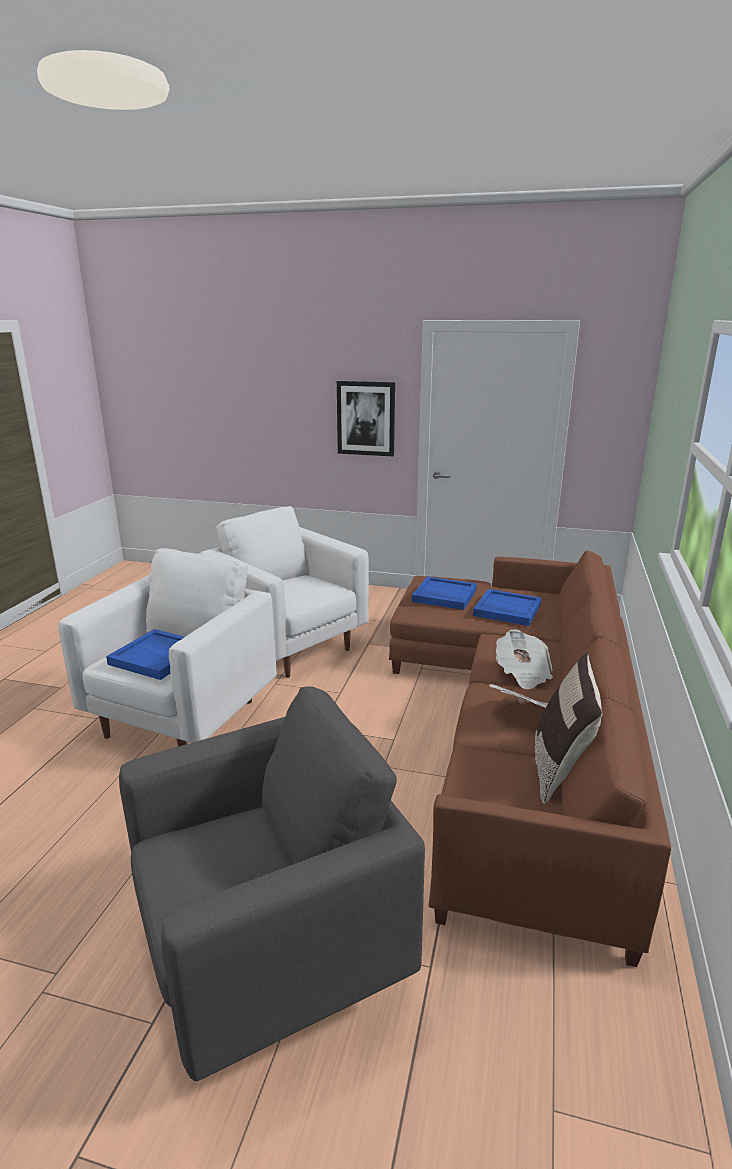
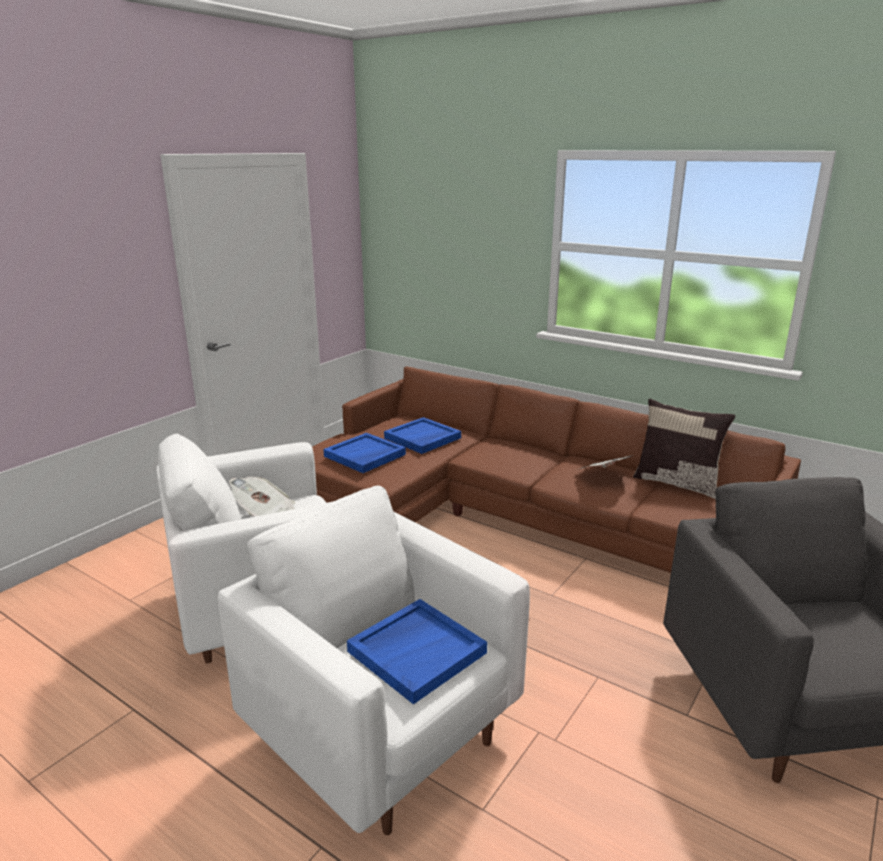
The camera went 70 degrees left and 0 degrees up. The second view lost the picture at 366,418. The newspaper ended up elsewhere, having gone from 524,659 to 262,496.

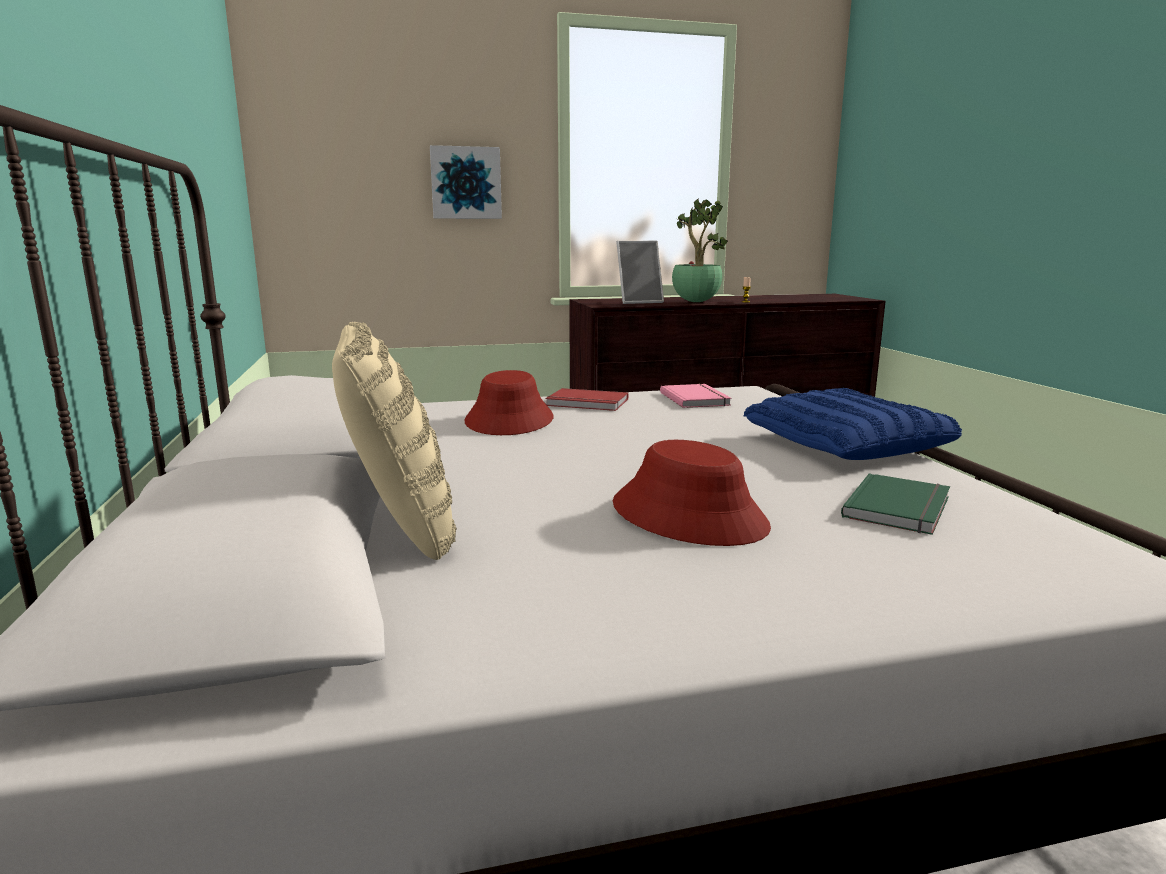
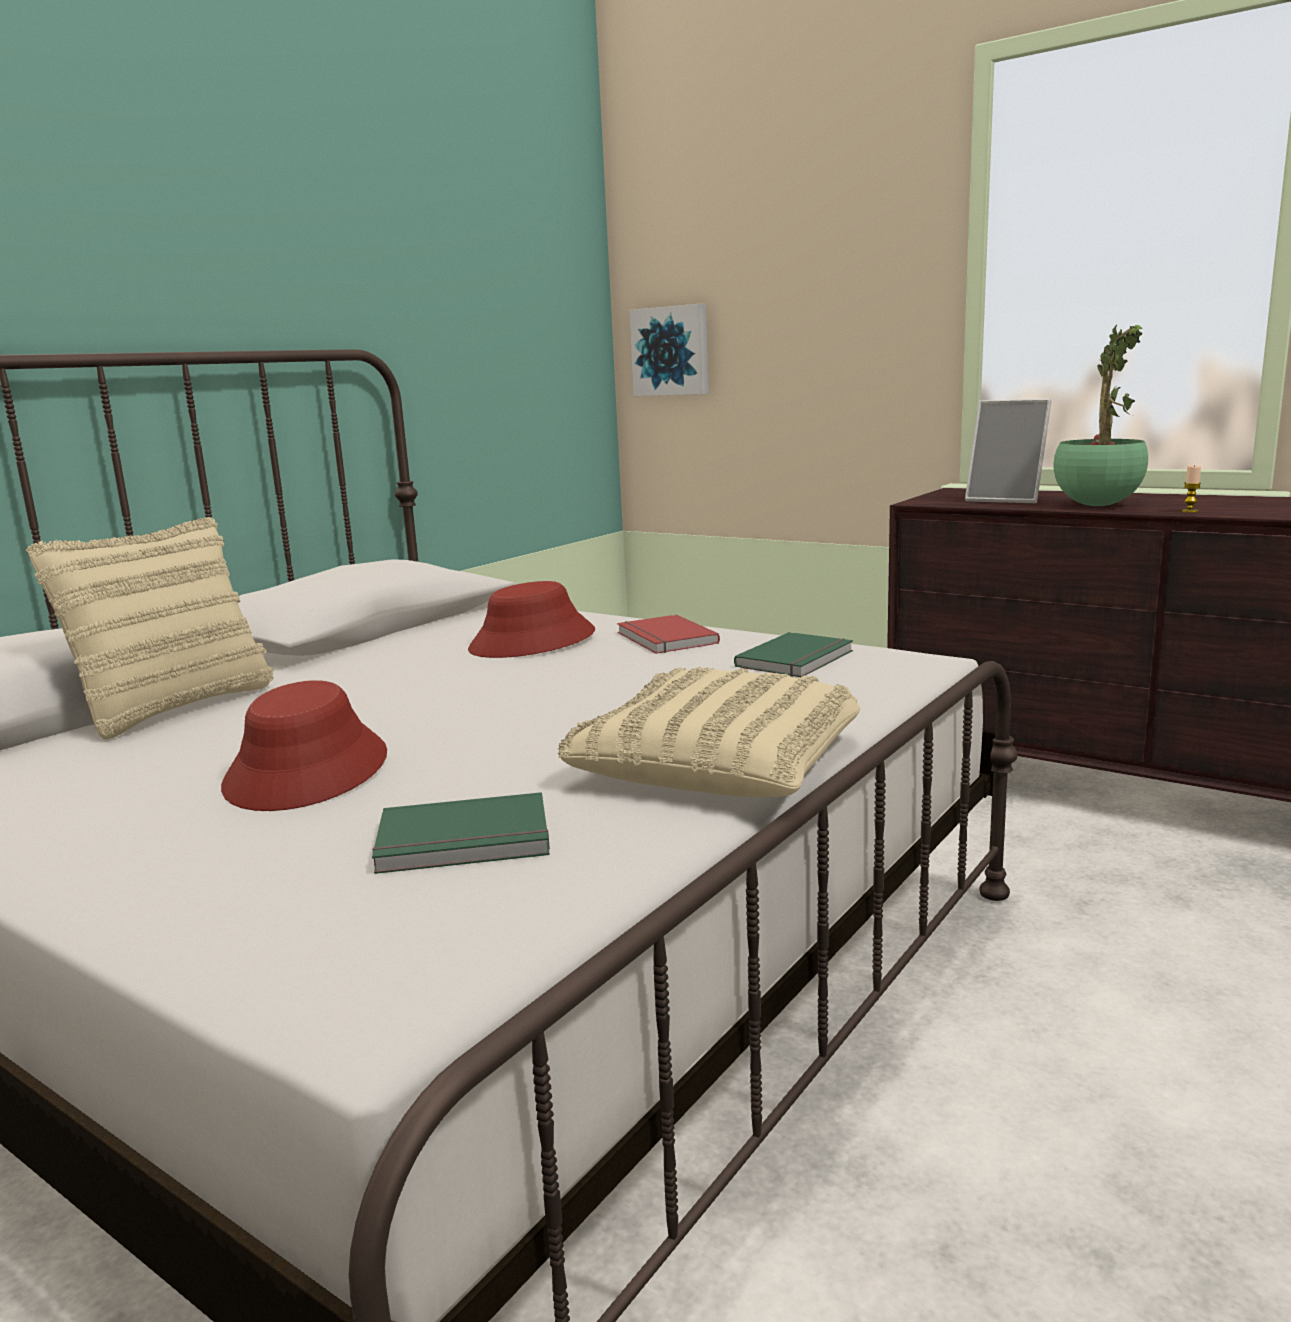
The camera went 50 degrees right and 0 degrees up. The picture ended up elsewhere, having gone from 466,182 to 669,350. What was the bound book/pink-coloured at 695,396 turned into the bound book/green at 793,654. What was the pillow/blue at 852,424 turned into the pillow/sand-coloured at 709,732.

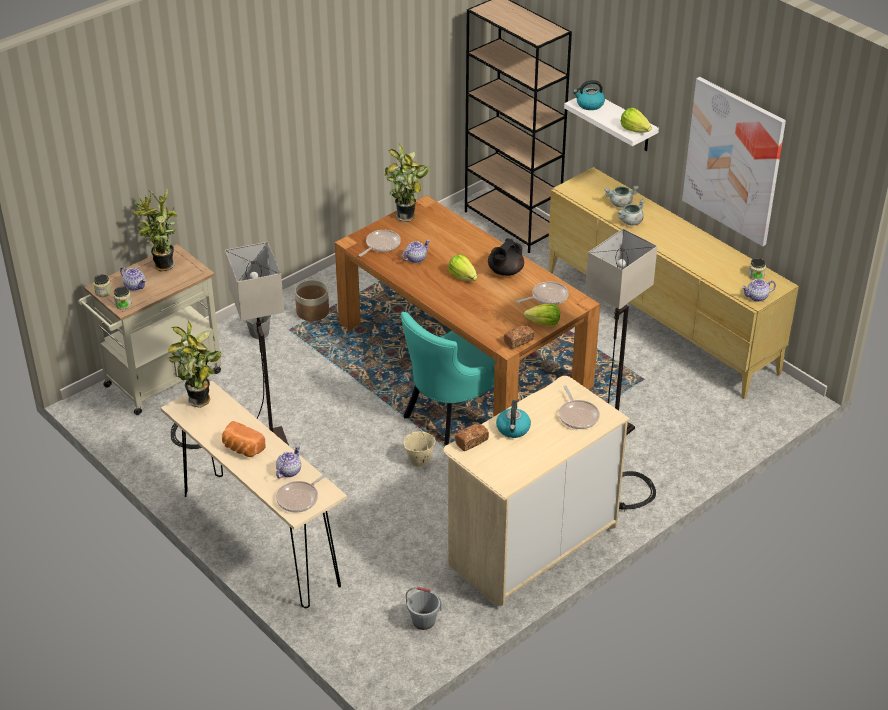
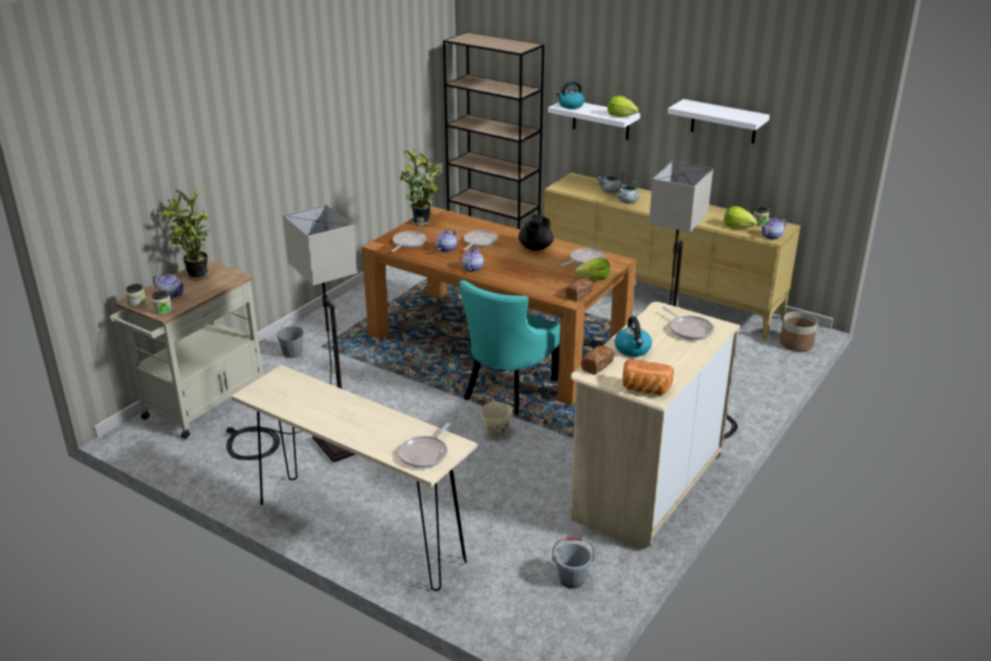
The camera went 15 degrees left and 10 degrees down. The second view lost the potted plant at 194,364. The second view gained the pan at 480,240. The bakery bread ended up elsewhere, having gone from 244,439 to 648,377. The tea pot ended up elsewhere, having gone from 288,462 to 473,259. The plant pot ended up elsewhere, having gone from 312,300 to 799,331. The lettuce head ended up elsewhere, having gone from 463,267 to 740,217. Where the picture hung at 734,161, the bracket shelf/white came to hang at 719,121.

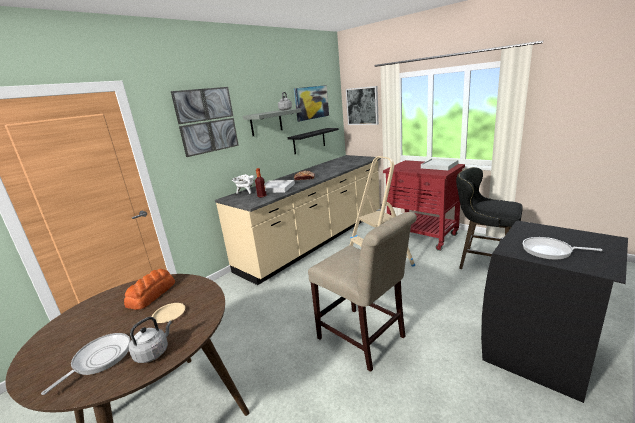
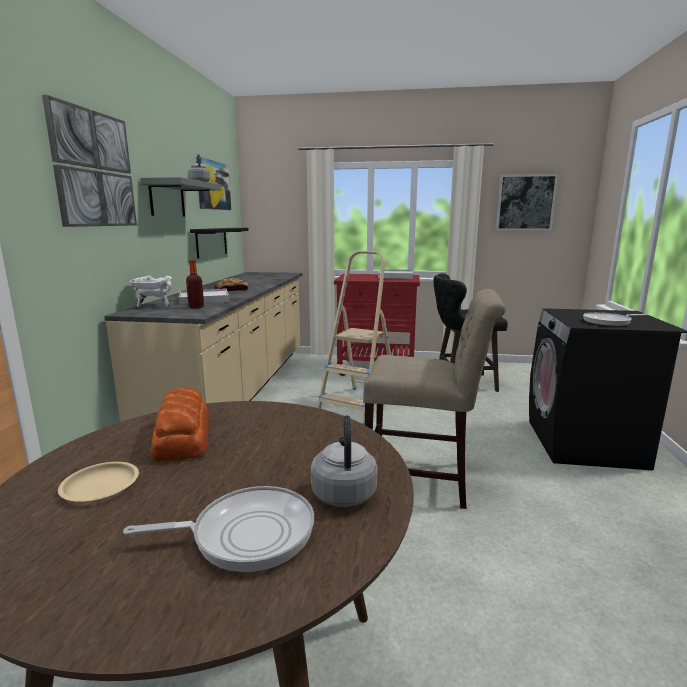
The camera went 35 degrees left and 5 degrees down. The flat dish/sand-coloured ended up elsewhere, having gone from 168,313 to 98,482. The picture ended up elsewhere, having gone from 362,105 to 527,202. The pan at 85,364 ended up facing another way, 90 degrees clockwise from before.

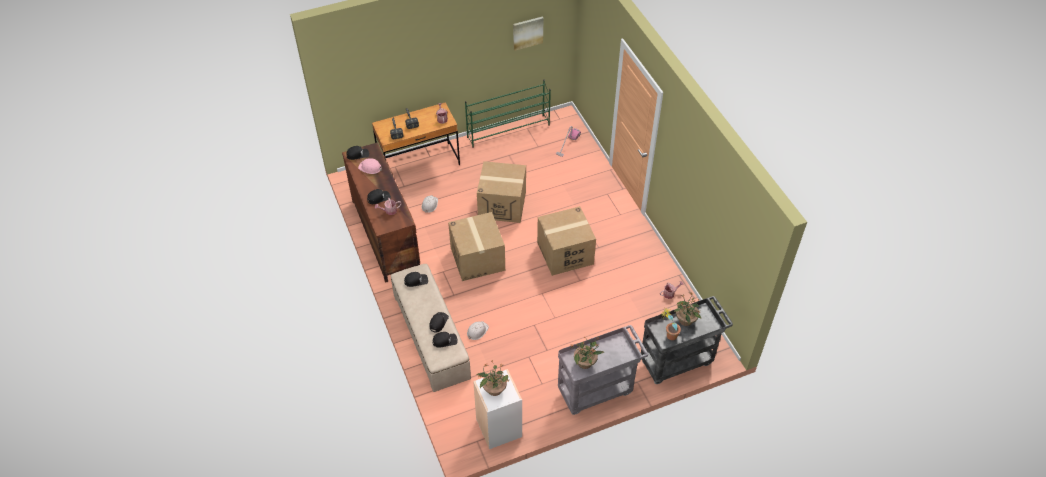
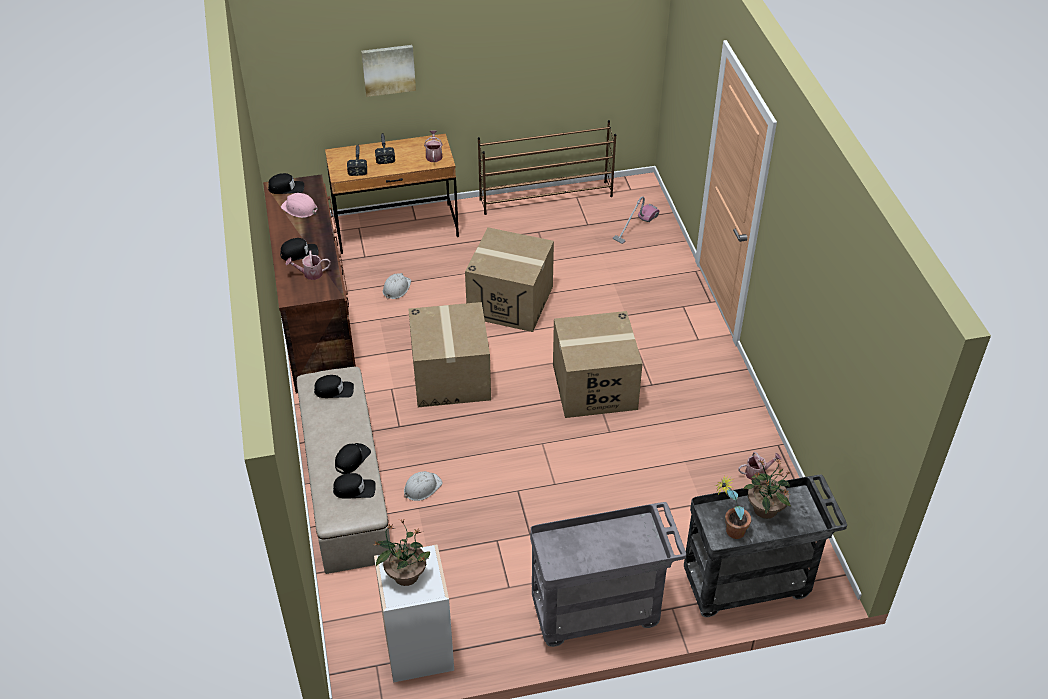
The camera went 10 degrees right and 5 degrees down. The second view lost the potted plant at 588,353. The picture ended up elsewhere, having gone from 528,34 to 388,71. What was the shoe rack/green at 508,114 turned into the shoe rack/brown at 547,167.

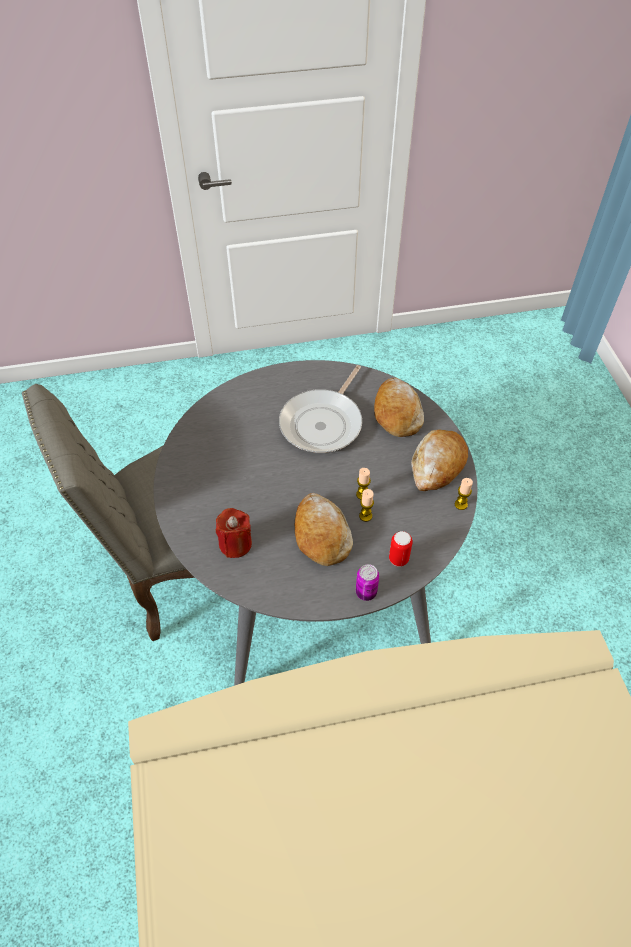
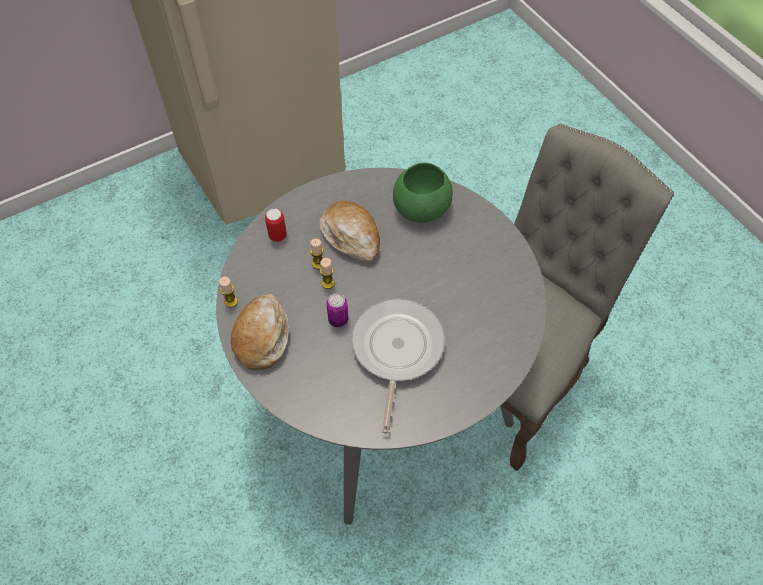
The camera went 160 degrees right and 5 degrees up. The second view lost the bakery bread at 399,407. The can ended up elsewhere, having gone from 367,582 to 337,310. Where the wax light/reddish stood at 234,533, the deep dish/green came to stand at 423,192.

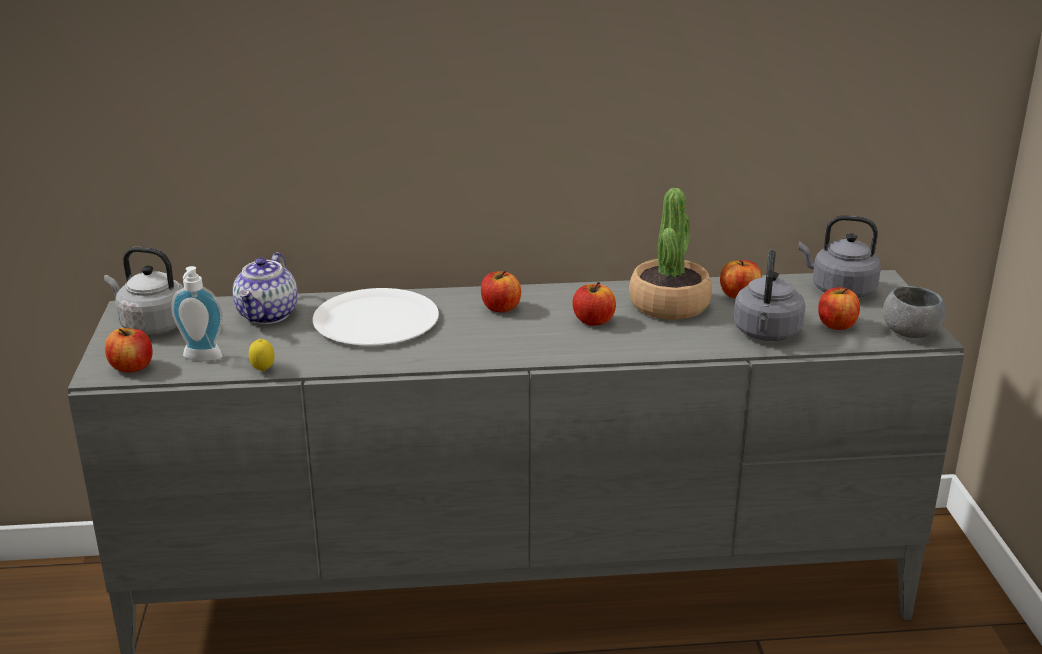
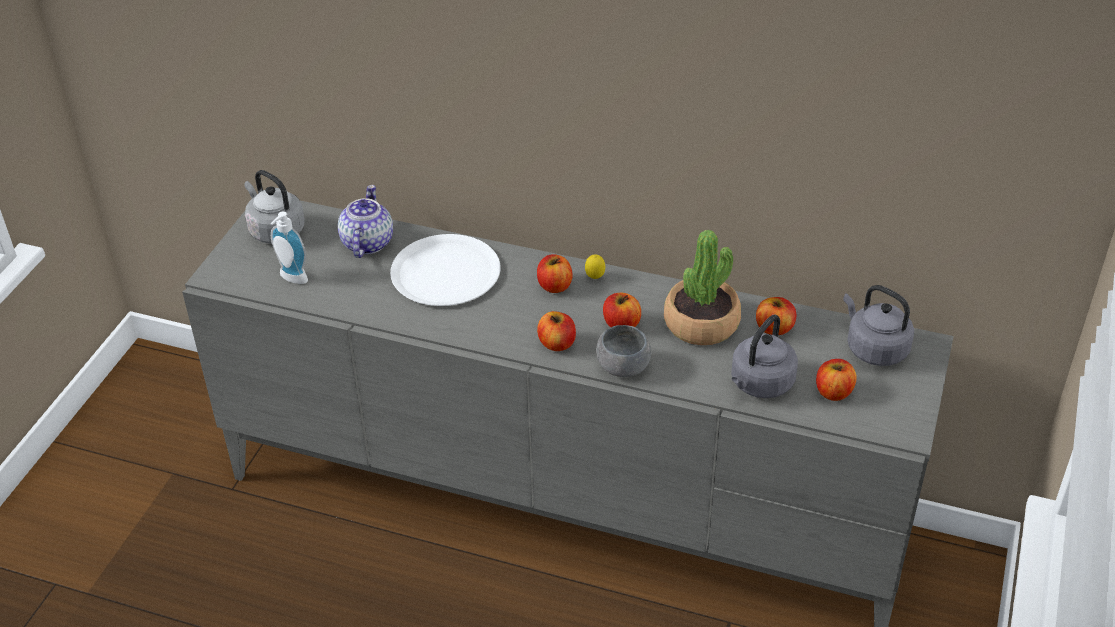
The camera went 25 degrees right and 15 degrees up. The apple ended up elsewhere, having gone from 129,350 to 556,331. The lemon ended up elsewhere, having gone from 262,355 to 595,266. The deep dish/grey ended up elsewhere, having gone from 914,312 to 623,351. The tea pot at 265,288 ended up facing another way, 150 degrees clockwise from before.

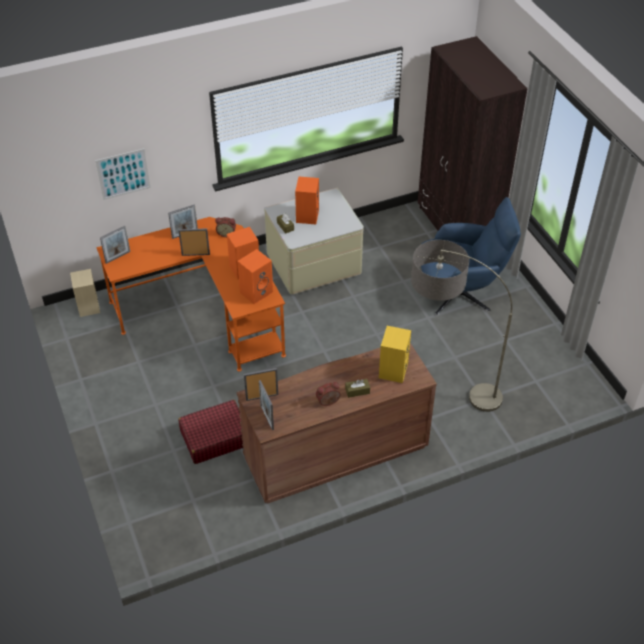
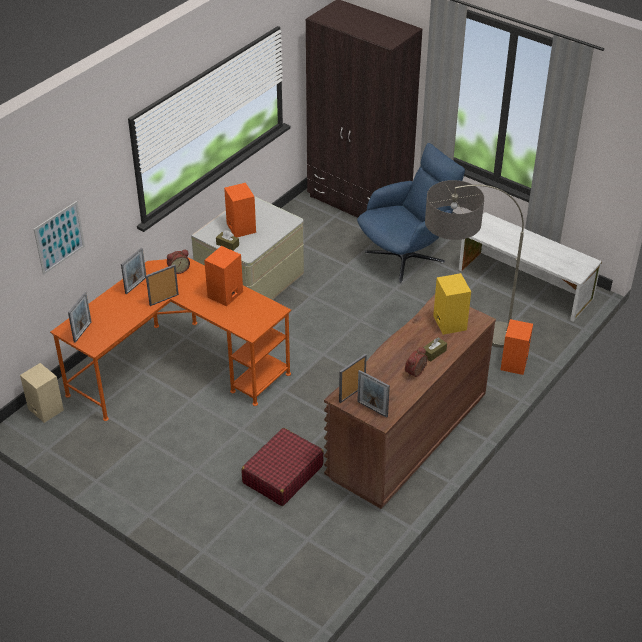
The camera went 30 degrees left and 5 degrees down. The second view gained the indoor bench/white at 530,267. The audio speaker/orange ended up elsewhere, having gone from 255,277 to 516,347.

